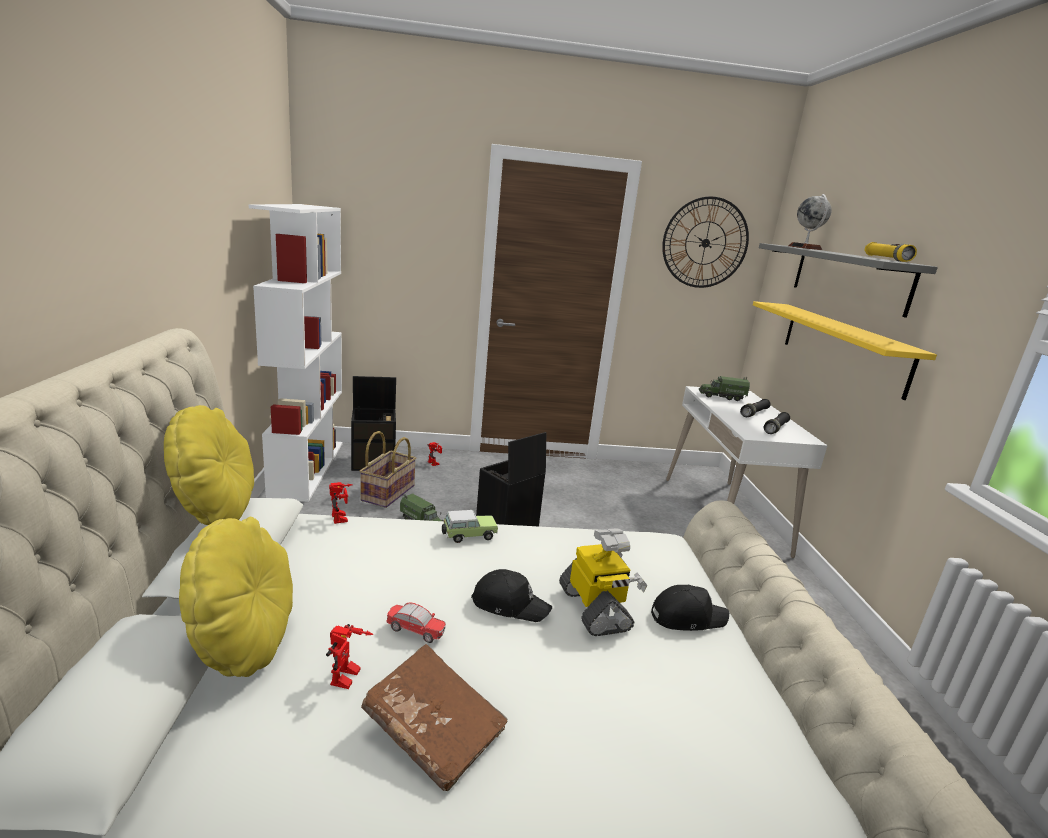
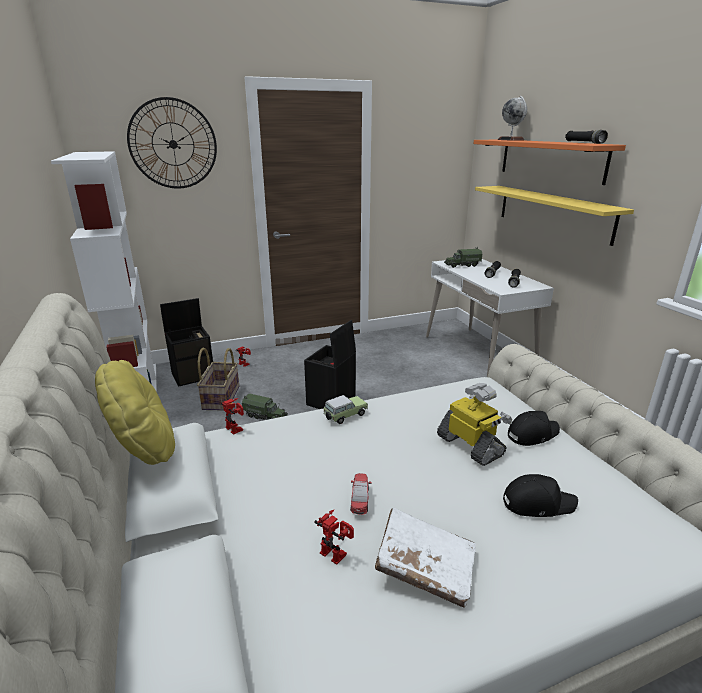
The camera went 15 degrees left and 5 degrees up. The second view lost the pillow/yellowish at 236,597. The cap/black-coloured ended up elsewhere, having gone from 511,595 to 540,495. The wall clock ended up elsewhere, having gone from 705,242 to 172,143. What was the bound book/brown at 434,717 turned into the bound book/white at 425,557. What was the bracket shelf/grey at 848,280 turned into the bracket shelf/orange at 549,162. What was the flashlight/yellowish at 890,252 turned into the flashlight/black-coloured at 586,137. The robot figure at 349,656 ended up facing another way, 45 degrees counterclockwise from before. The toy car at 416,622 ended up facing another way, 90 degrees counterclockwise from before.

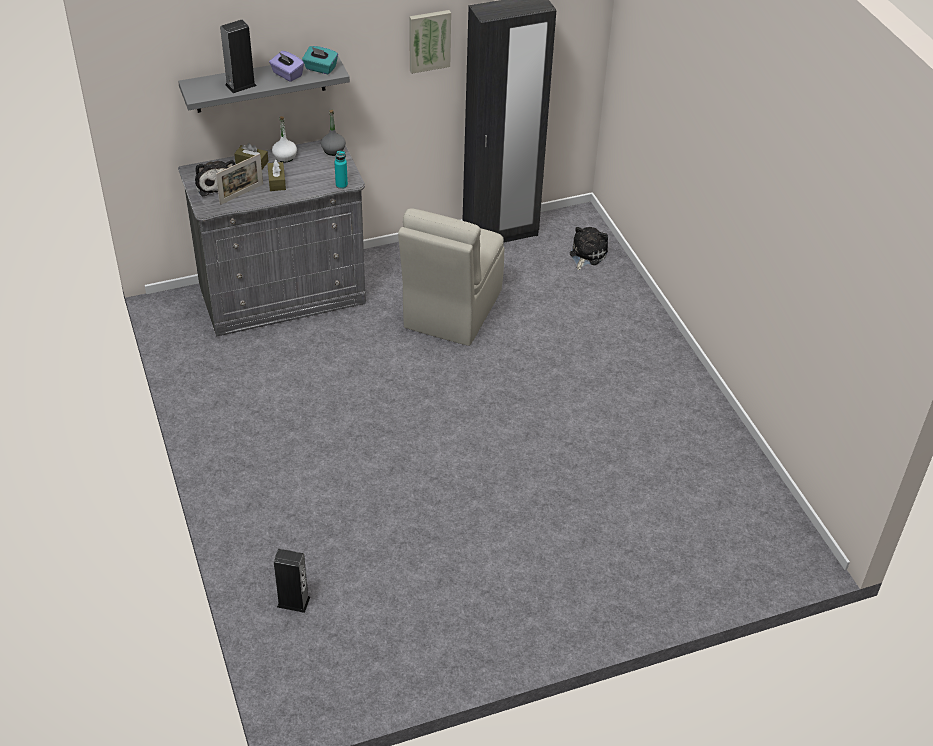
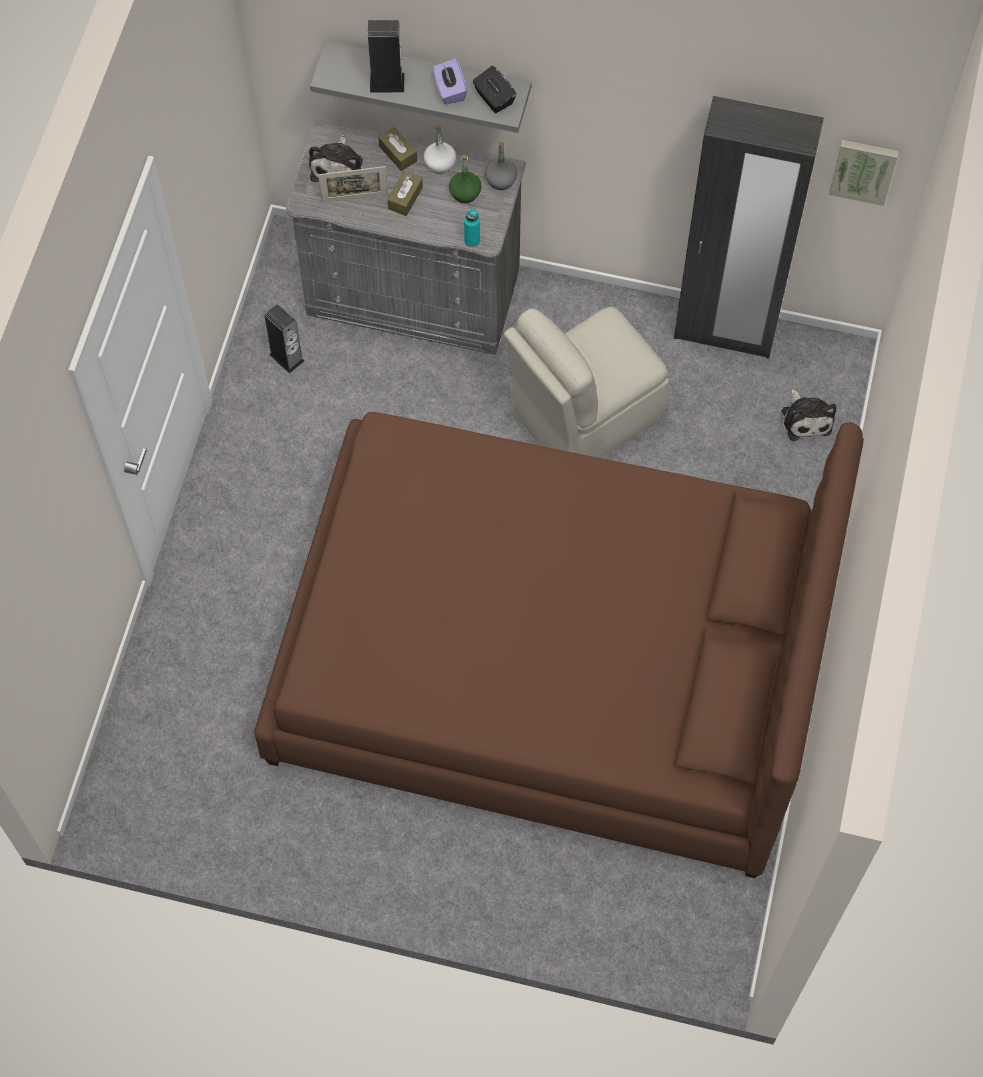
The camera went 35 degrees right and 20 degrees up. The second view gained the sleeping bed/brown at 559,645. The second view gained the drink bottle/green at 465,179. The audio speaker ended up elsewhere, having gone from 292,581 to 284,339. The picture ended up elsewhere, having gone from 430,42 to 864,173. What was the tissue box/blue-green at 320,60 turned into the tissue box/black-coloured at 494,89. The cuddly toy at 589,248 ended up facing another way, 105 degrees clockwise from before.

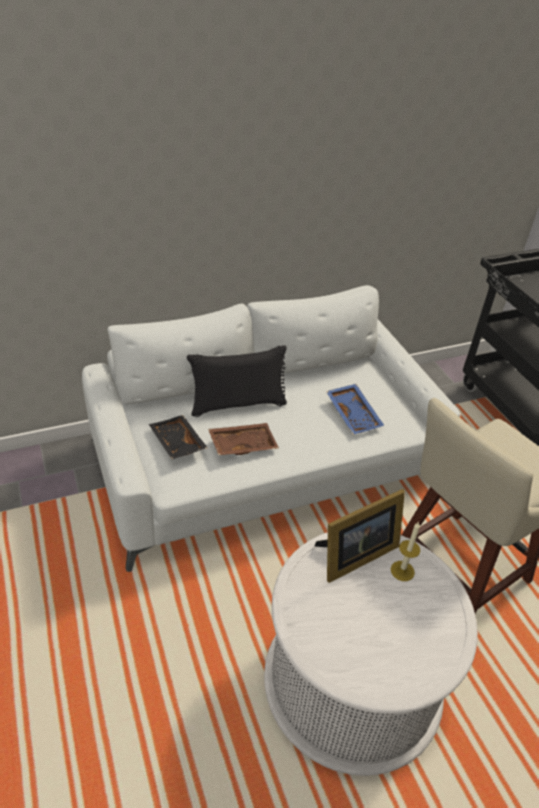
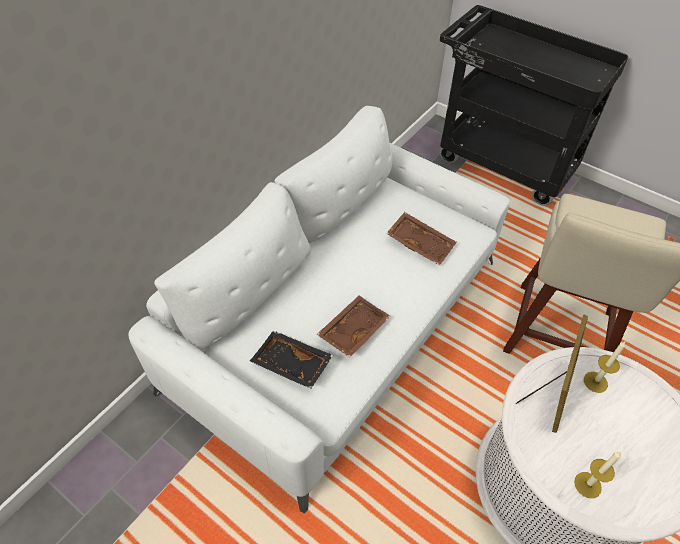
The camera went 30 degrees left and 10 degrees up. The second view lost the pillow/black-coloured at 237,381. The second view gained the wax light at 597,475. What was the carrying tray/blue at 355,409 turned into the carrying tray/brown at 421,239.

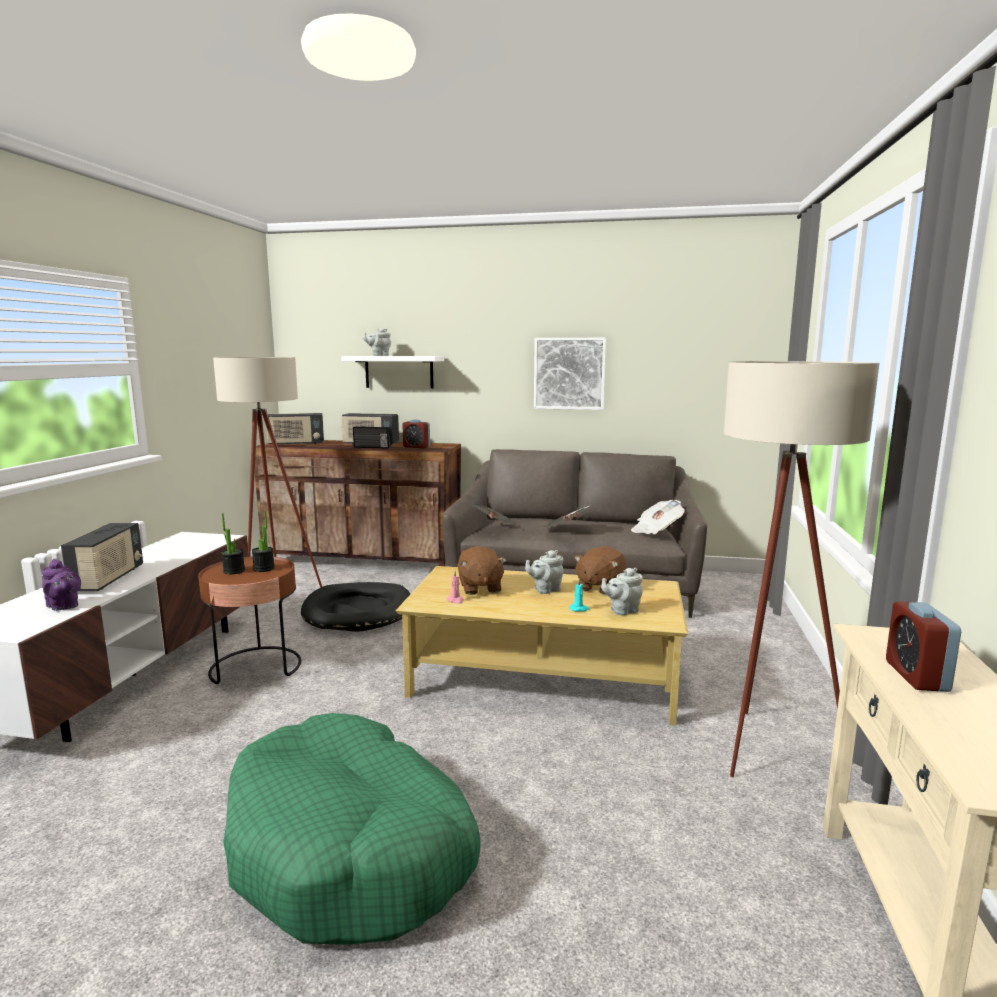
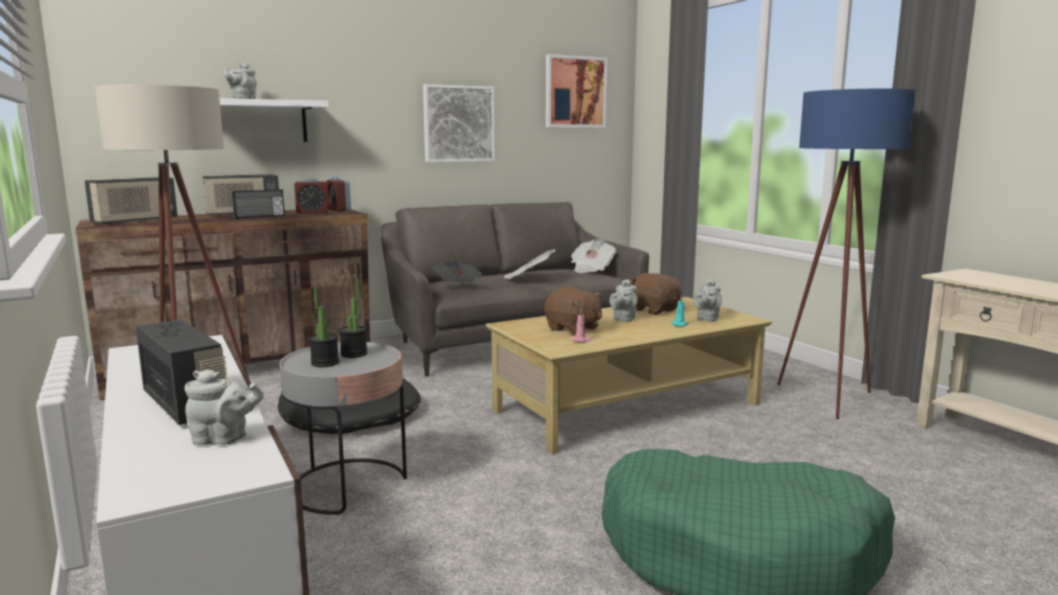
The camera went 40 degrees left and 0 degrees up. The second view gained the picture at 577,91. The bedside clock ended up elsewhere, having gone from 923,646 to 338,194. What was the tea pot/purple-coloured at 61,585 turned into the tea pot/grey at 224,407. What was the accent table/brown at 249,620 turned into the accent table/grey at 343,428. What was the standing lamp/sand-coloured at 801,569 turned into the standing lamp/blue at 846,254. The cuddly toy/brown at 600,570 ended up facing another way, 150 degrees clockwise from before.

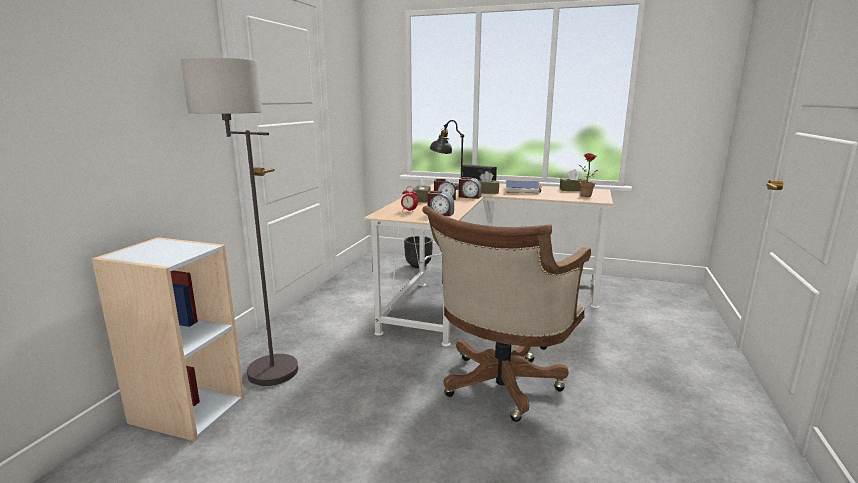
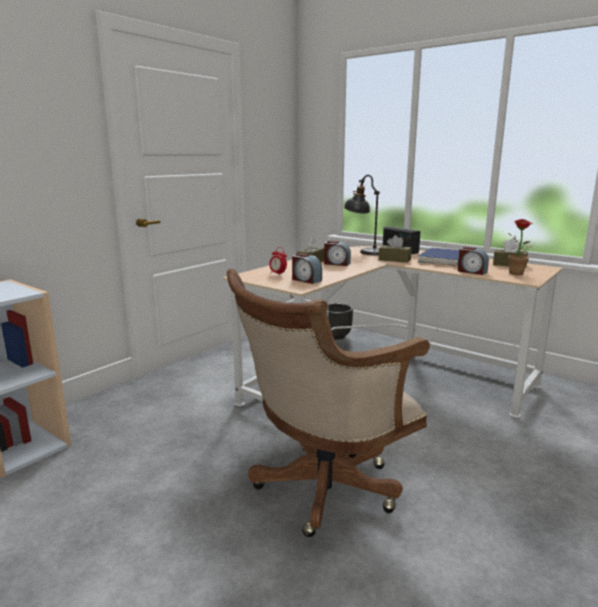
The camera went 20 degrees right and 0 degrees up. The second view lost the standing lamp/grey at 239,221. The bedside clock ended up elsewhere, having gone from 470,188 to 473,261.

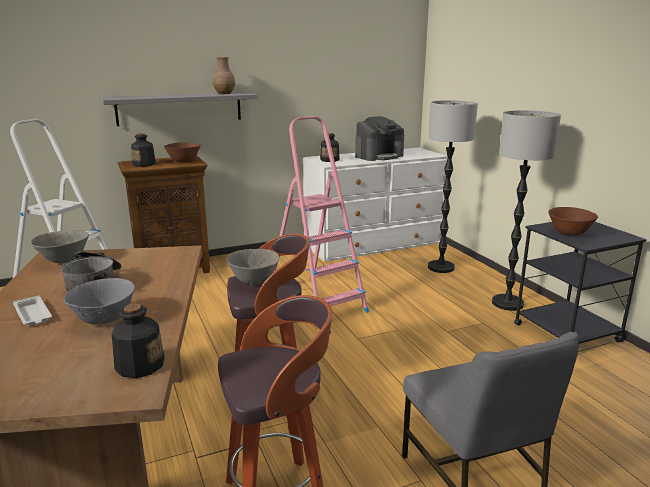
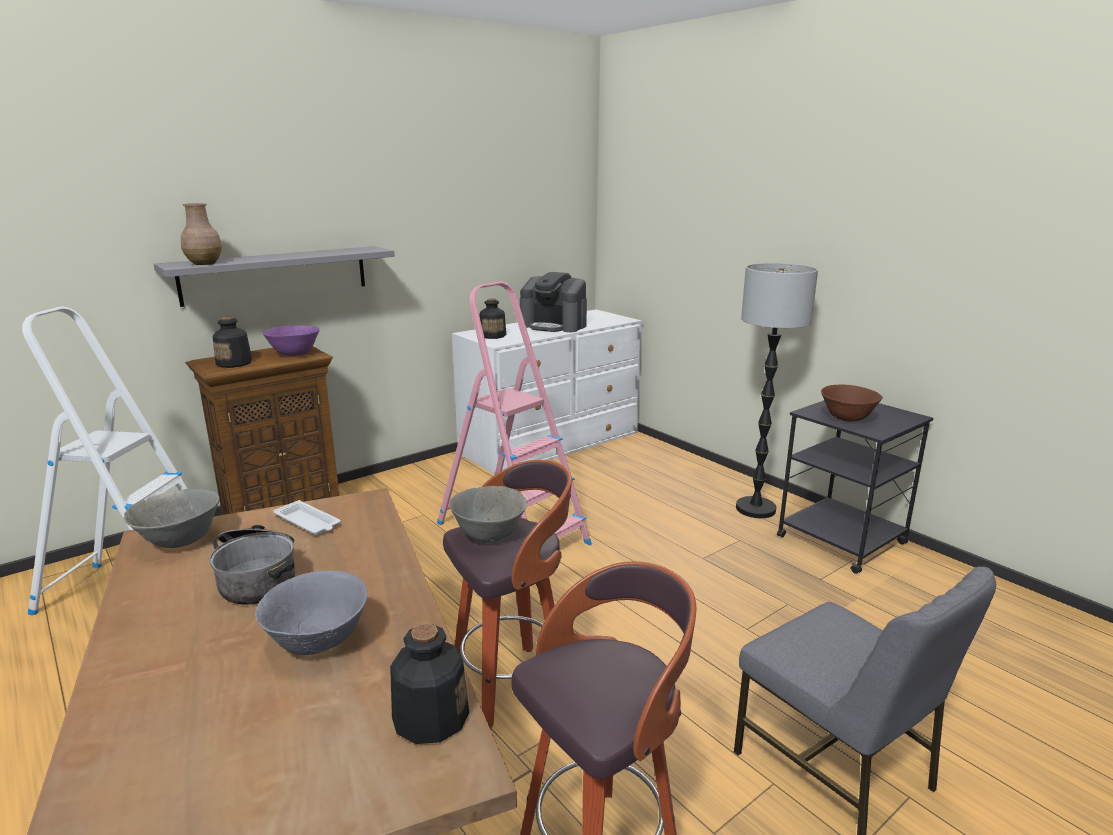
The camera went 15 degrees left and 0 degrees up. The second view lost the standing lamp at 453,186. The carrying tray/white ended up elsewhere, having gone from 32,311 to 307,517. The vase/brown ended up elsewhere, having gone from 224,75 to 201,234. What was the deep dish/brown at 182,153 turned into the deep dish/purple-coloured at 291,340. The coffee machine at 379,138 ended up facing another way, 75 degrees clockwise from before.

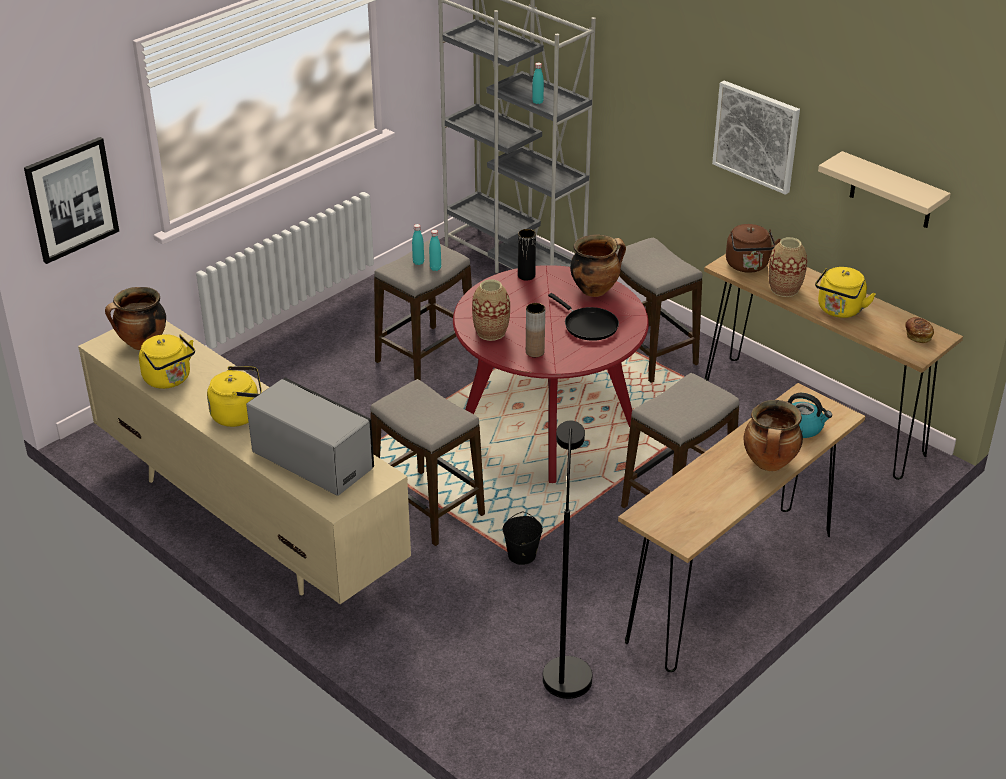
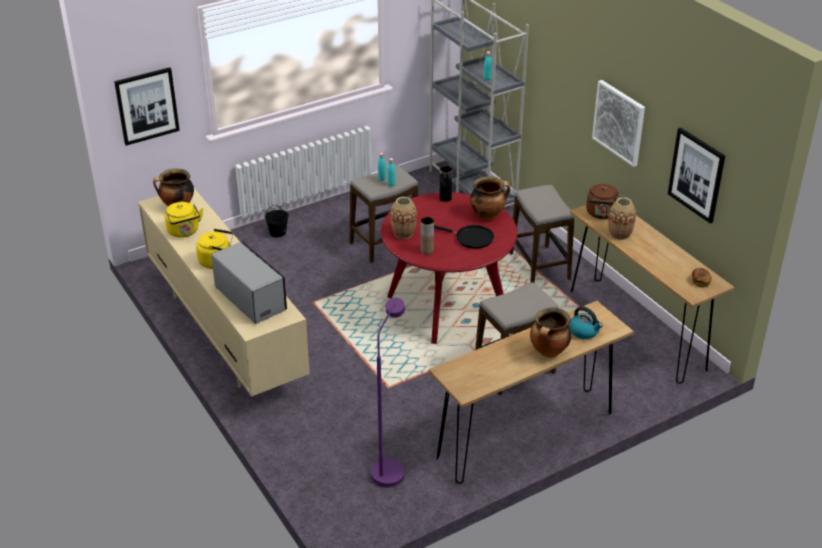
The camera went 15 degrees right and 0 degrees up. The second view lost the sitting stool at 427,462. The second view lost the kettle/yellowish at 845,292. The water bucket/black-coloured ended up elsewhere, having gone from 523,538 to 277,221. Where the bracket shelf/sand-coloured hung at 884,189, the picture came to hang at 696,175. What was the standing lamp/black-coloured at 568,560 turned into the standing lamp/purple-coloured at 388,393. The pan/black-coloured at 583,317 ended up facing another way, 45 degrees counterclockwise from before.

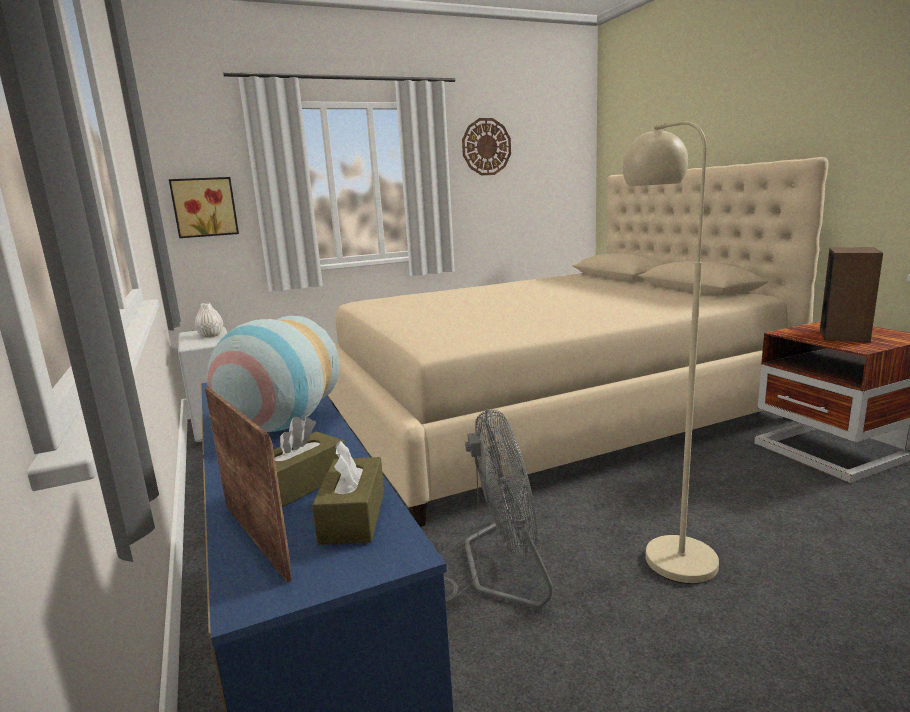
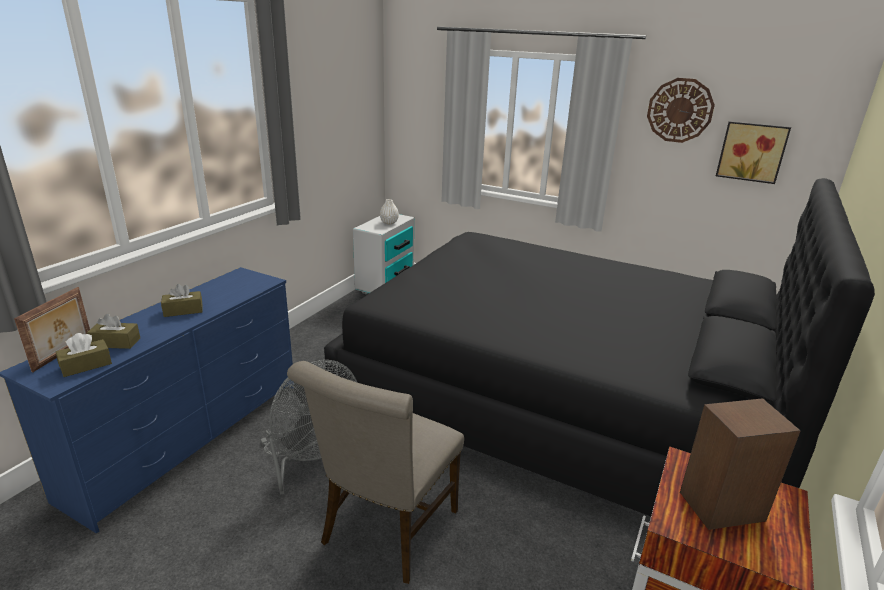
The camera went 50 degrees right and 10 degrees up. The picture ended up elsewhere, having gone from 204,207 to 753,152. Where the vase stood at 273,374, the tissue box/brown came to stand at 182,300. Where the standing lamp/sand-coloured stood at 671,352, the plain chair/sand-coloured came to stand at 375,472. What was the sleeping bed/sand-coloured at 578,342 turned into the sleeping bed/black-coloured at 599,347.

